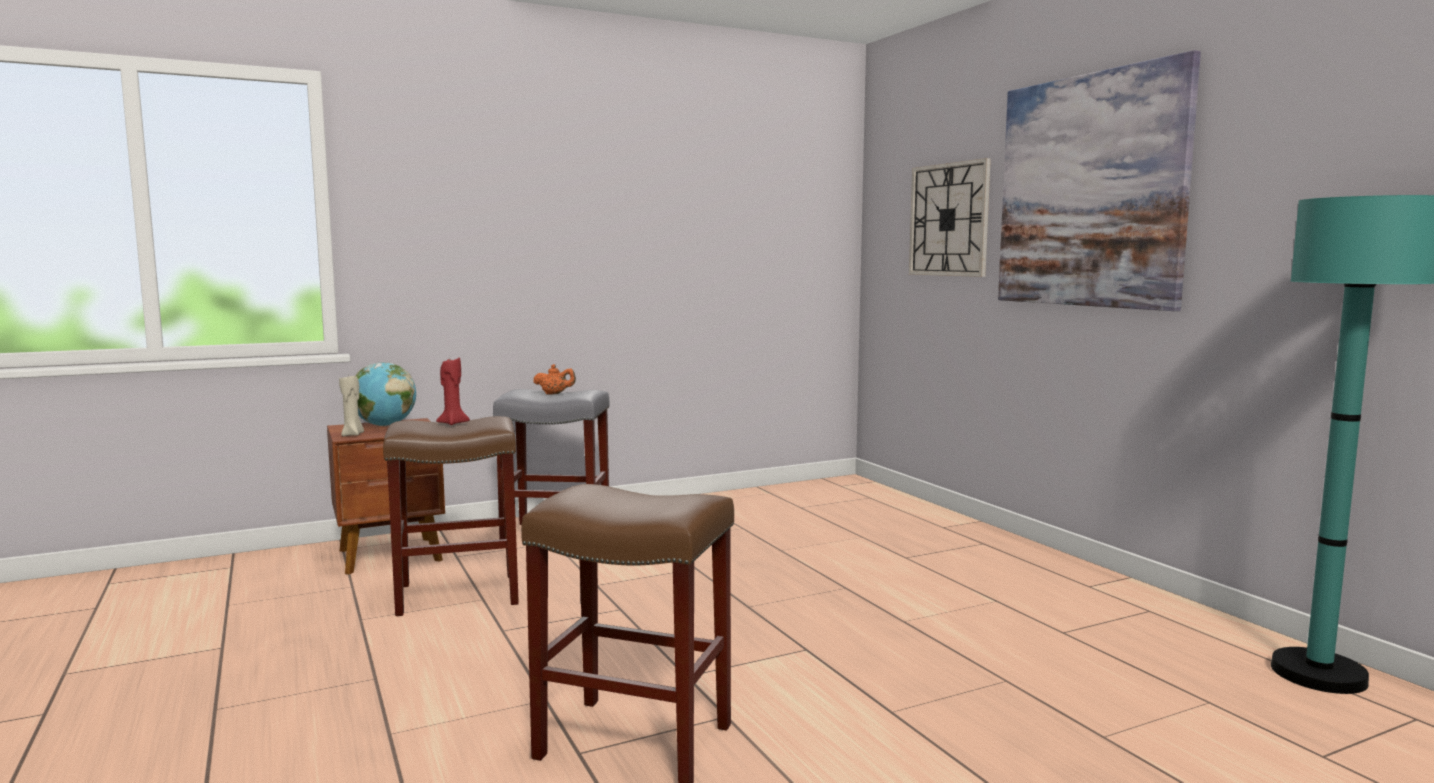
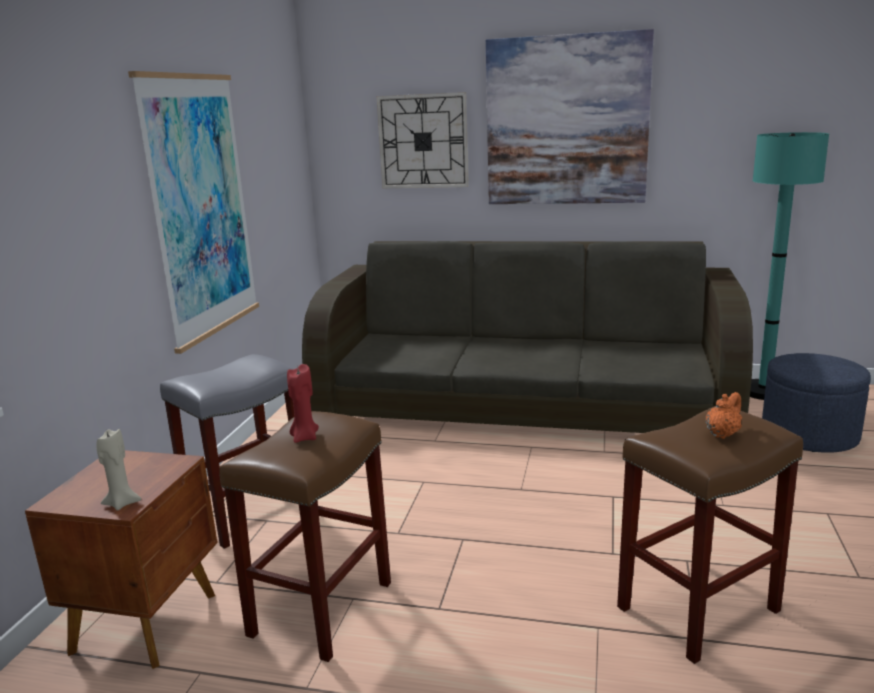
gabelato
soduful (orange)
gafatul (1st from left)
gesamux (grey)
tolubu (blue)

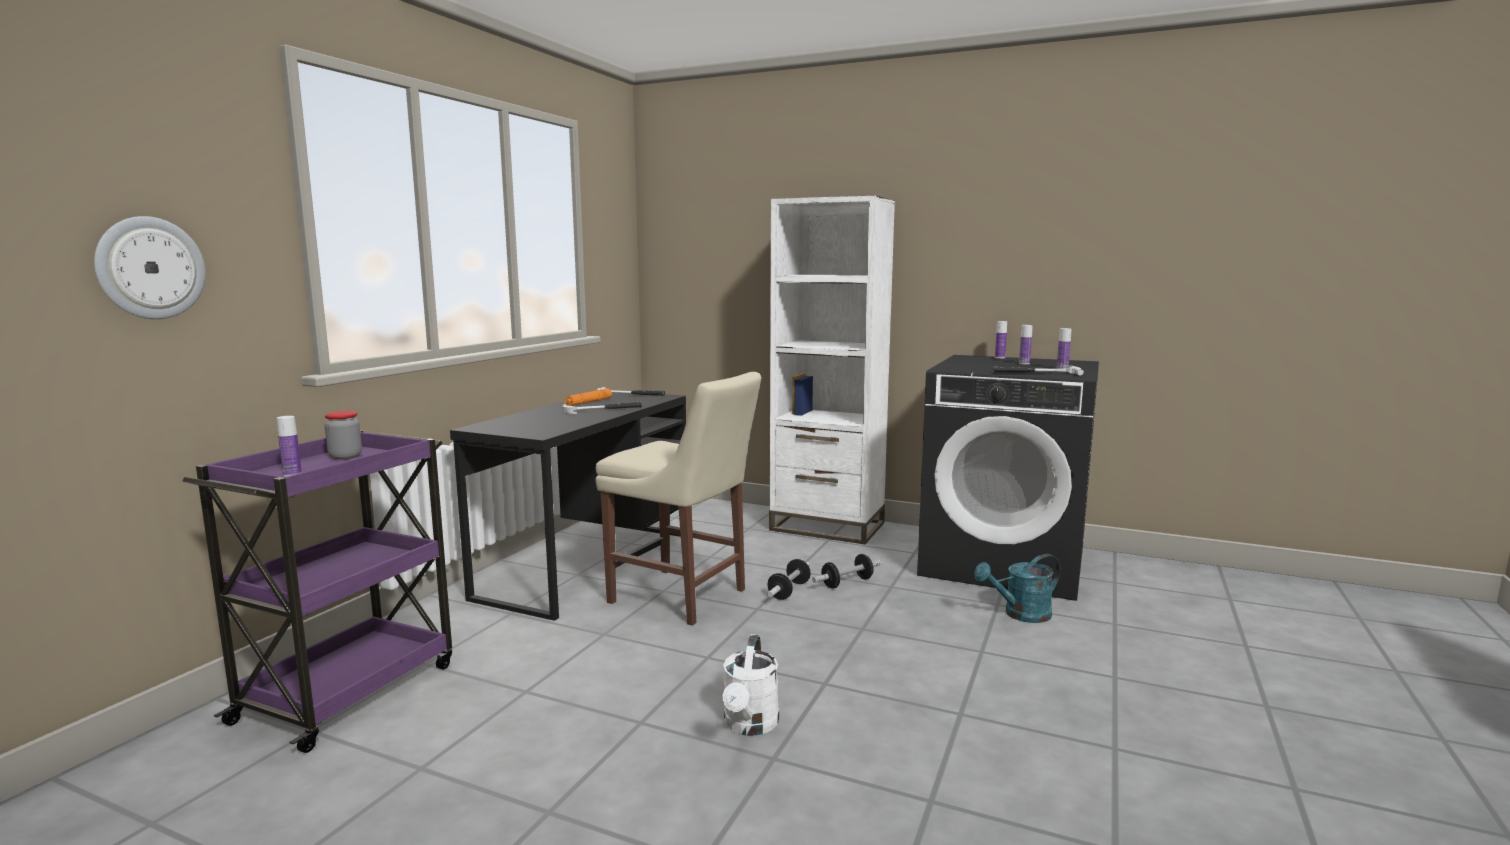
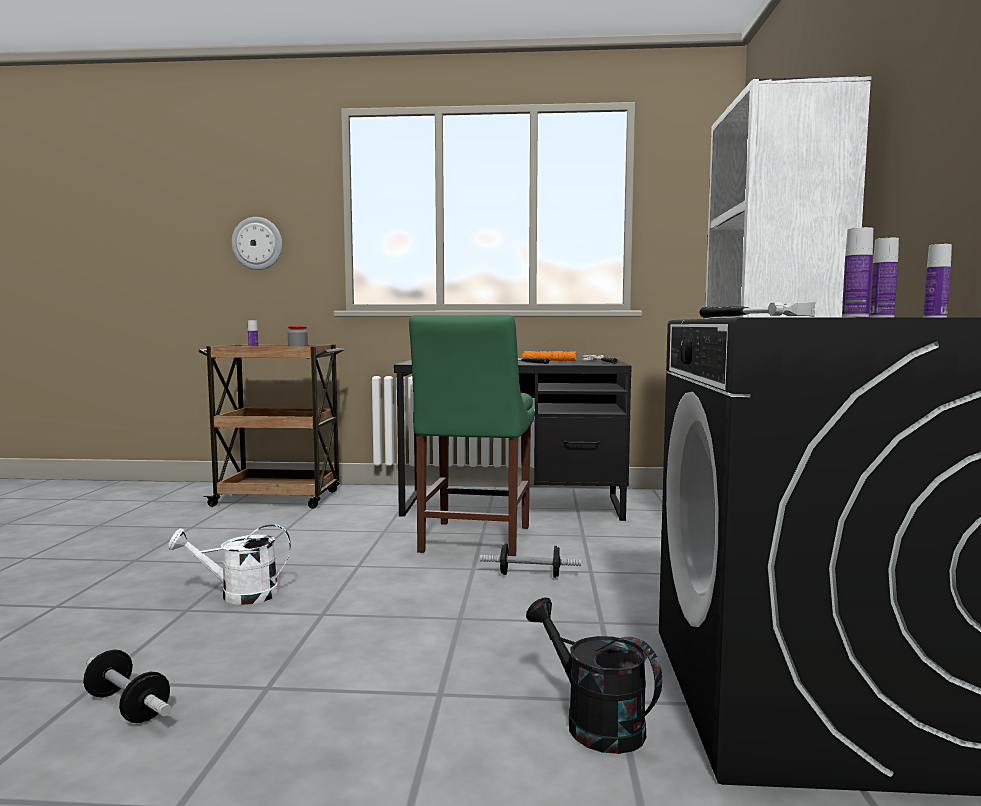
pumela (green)
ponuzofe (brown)
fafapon (1st from left)
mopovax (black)

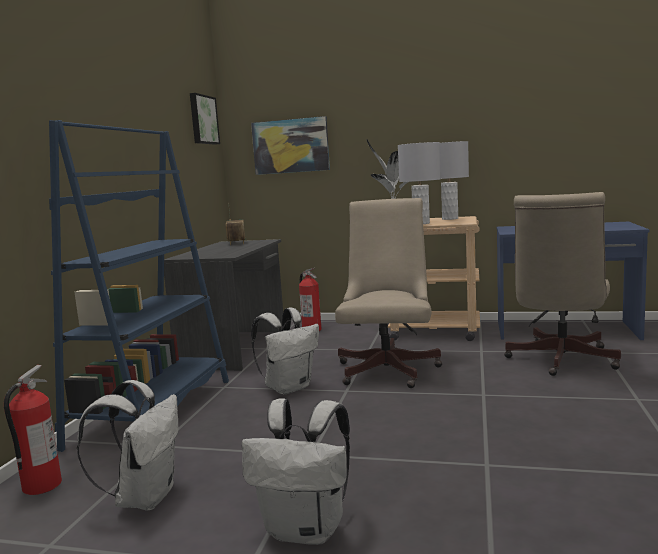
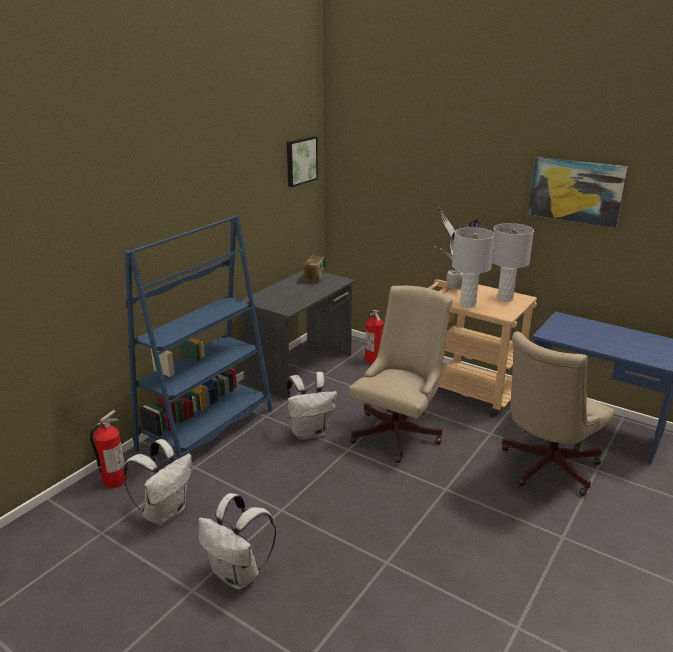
gafatul (2nd from left)

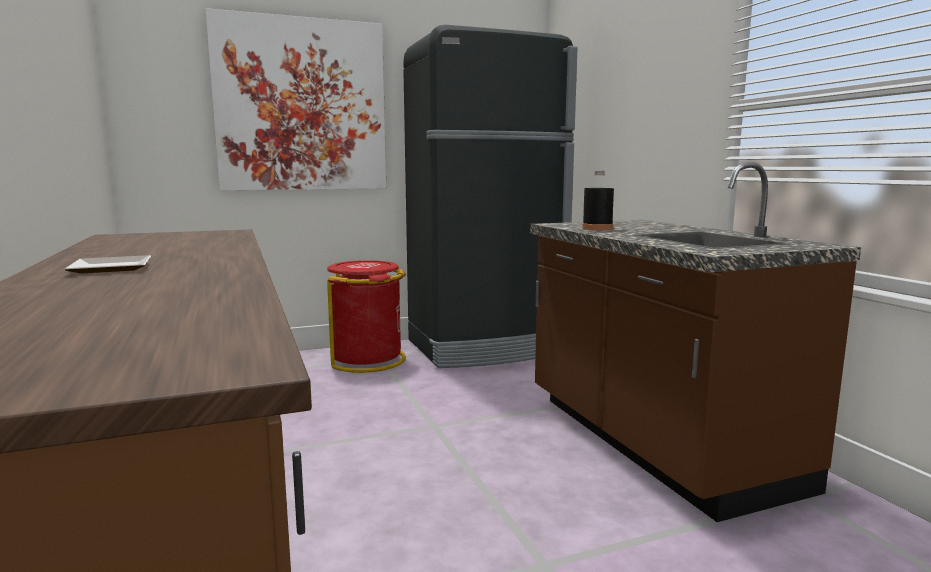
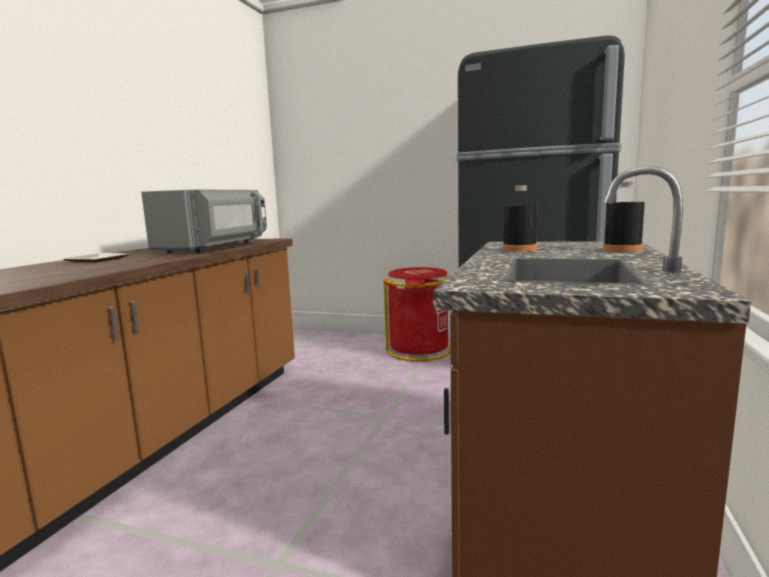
gafatul
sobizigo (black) (2nd from left)
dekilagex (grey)

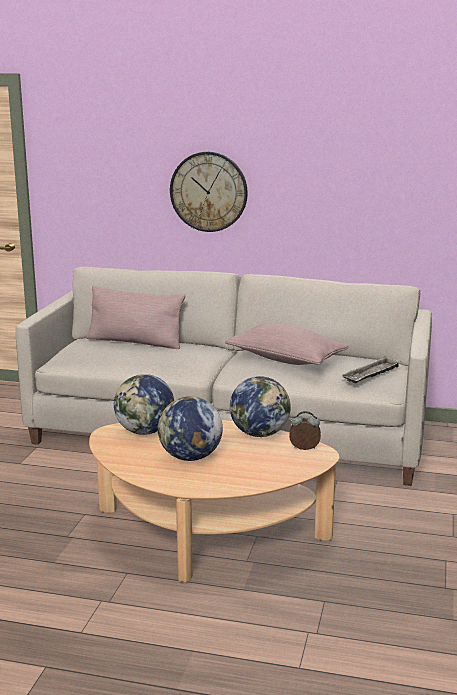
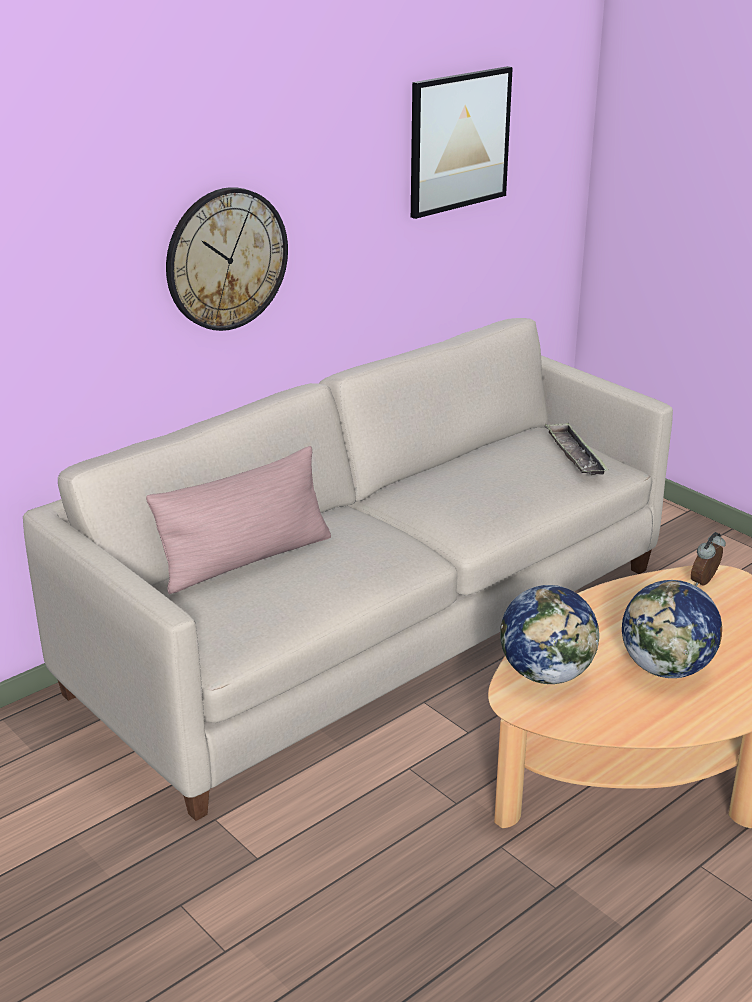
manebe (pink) (2nd from left in the first image)
gabelato (3rd from left in the first image)
gafatul

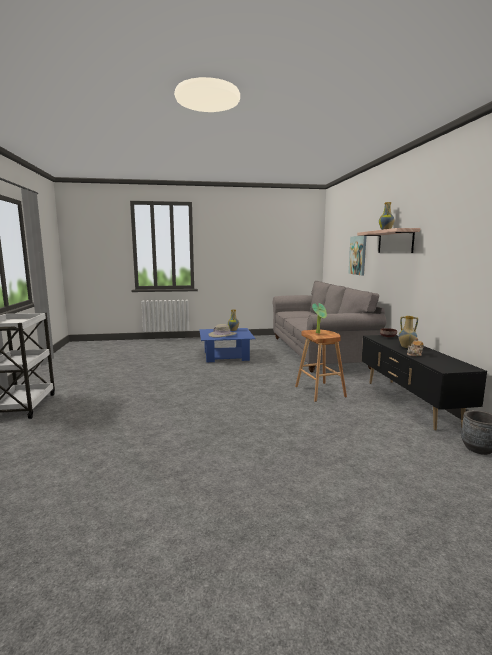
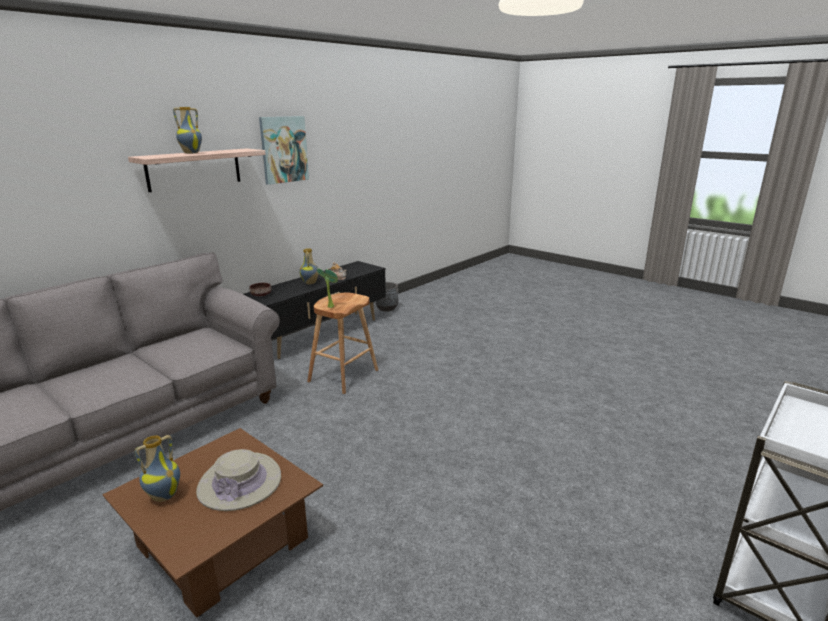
gafatul
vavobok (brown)

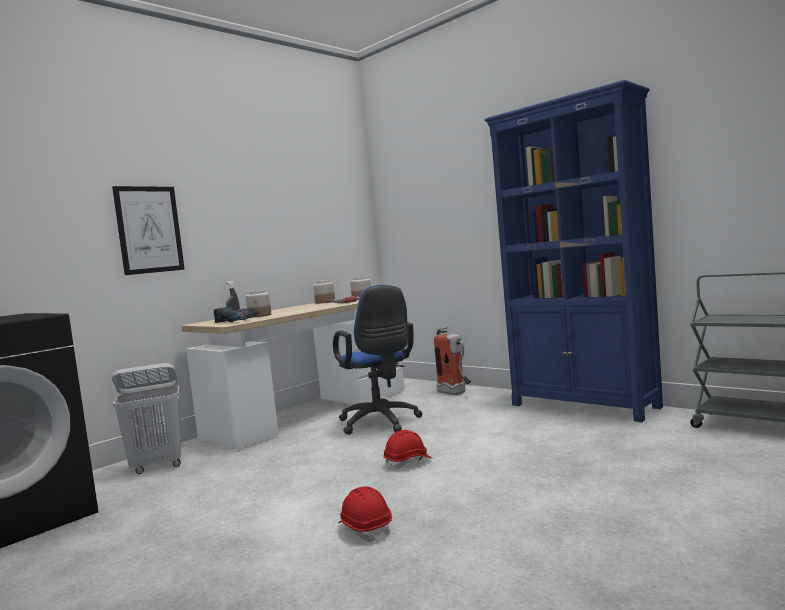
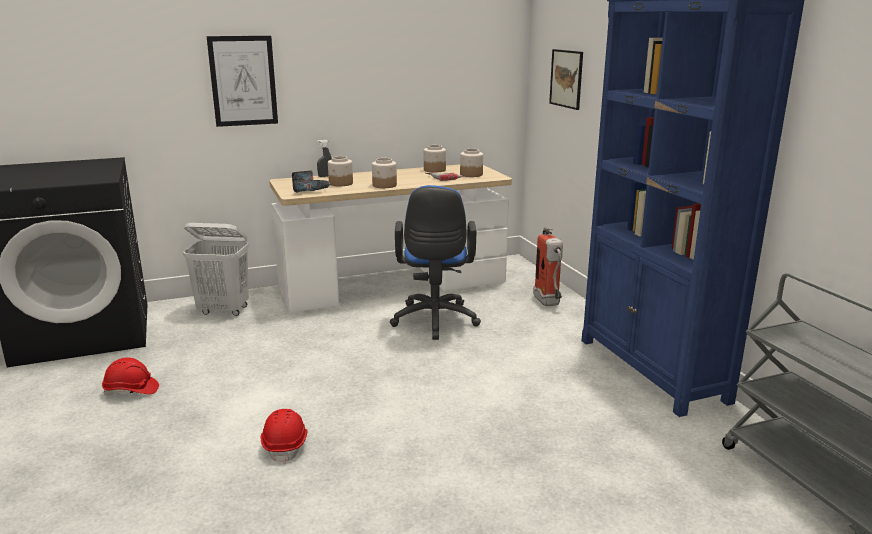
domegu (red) (1st from left)
gafatul (2nd from left)
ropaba (2nd from left)

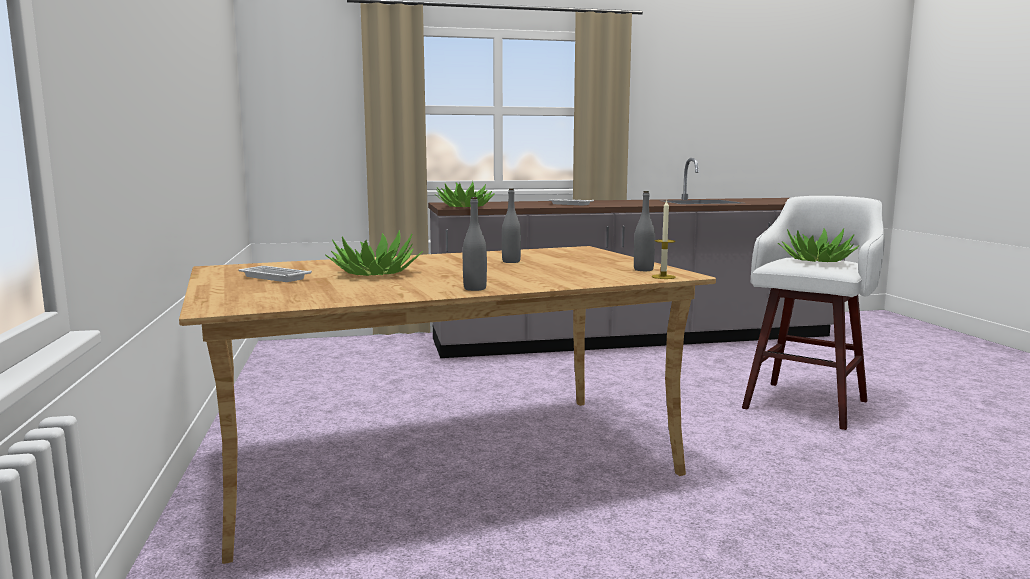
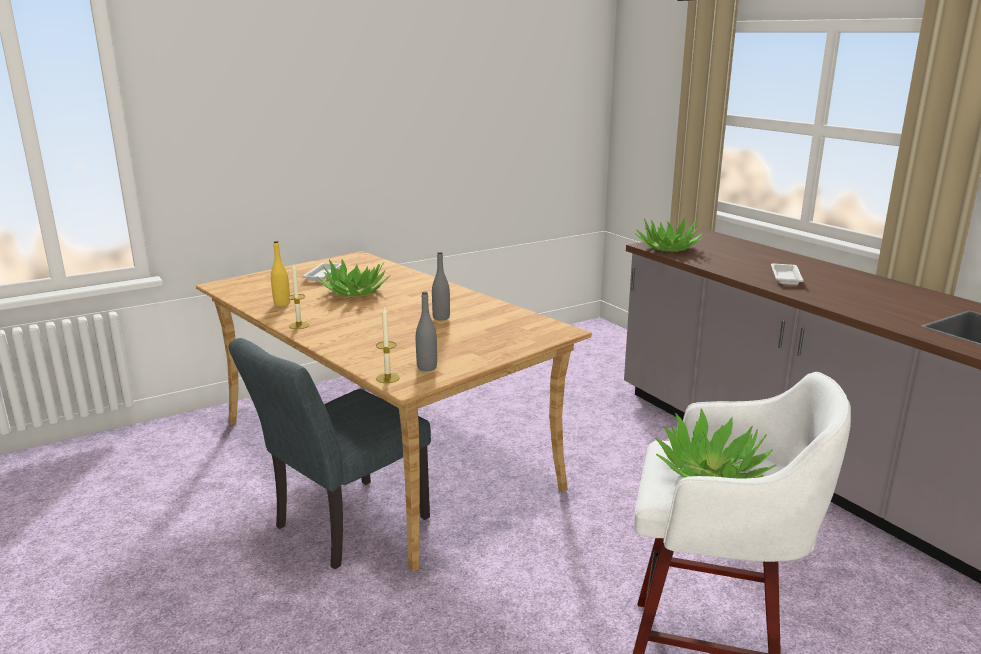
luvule (1st from left)
sobizigo (yellow)
pumela (grey)

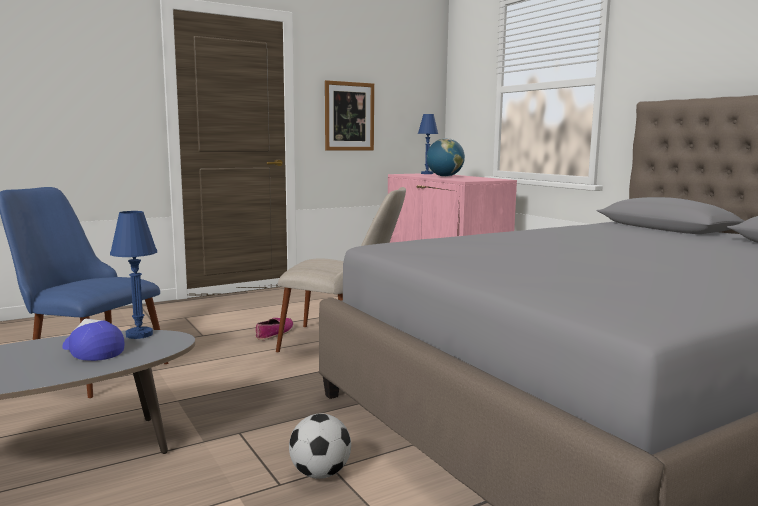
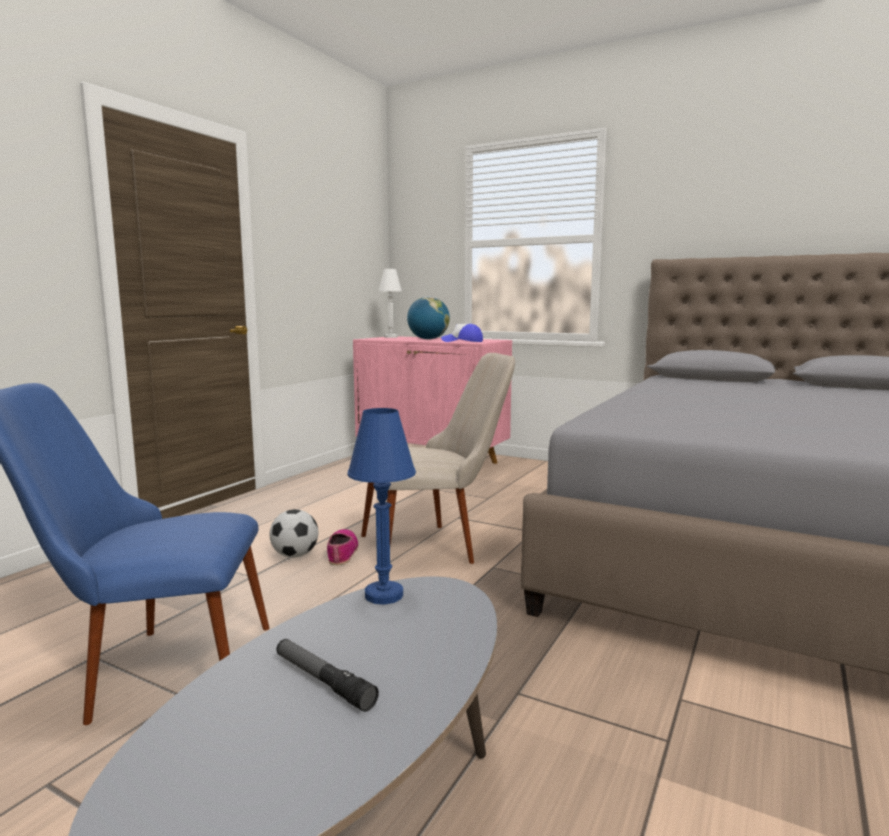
gafatul
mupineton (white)
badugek
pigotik
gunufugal

